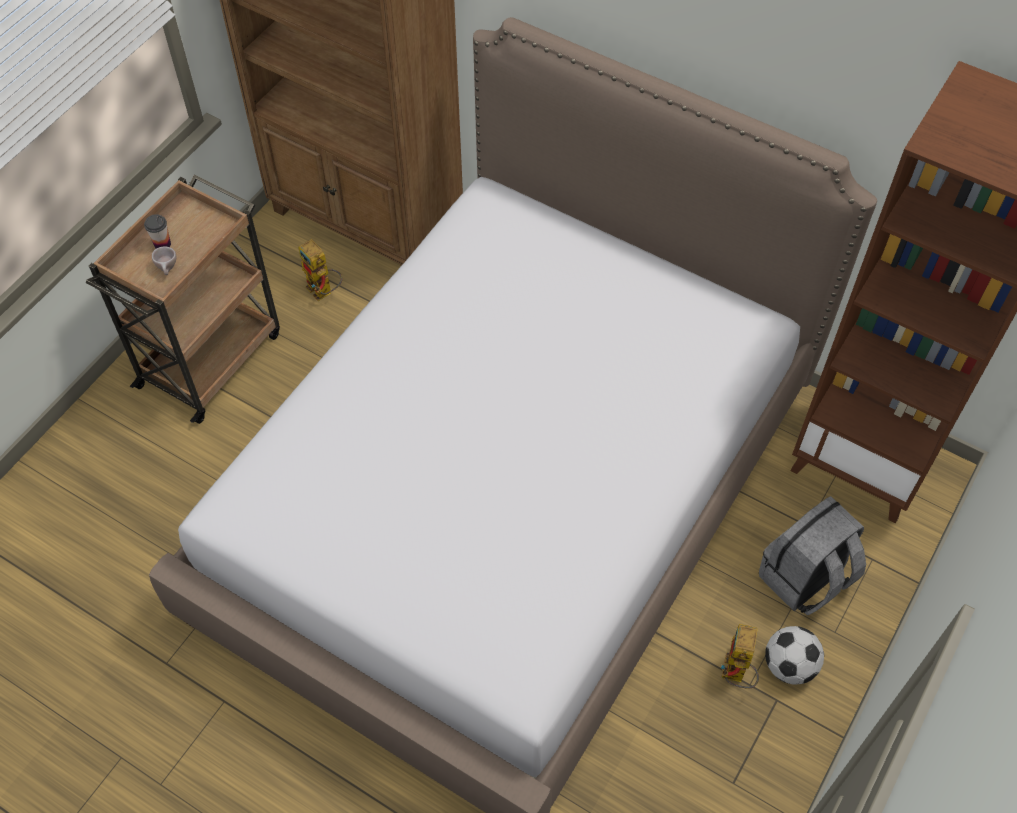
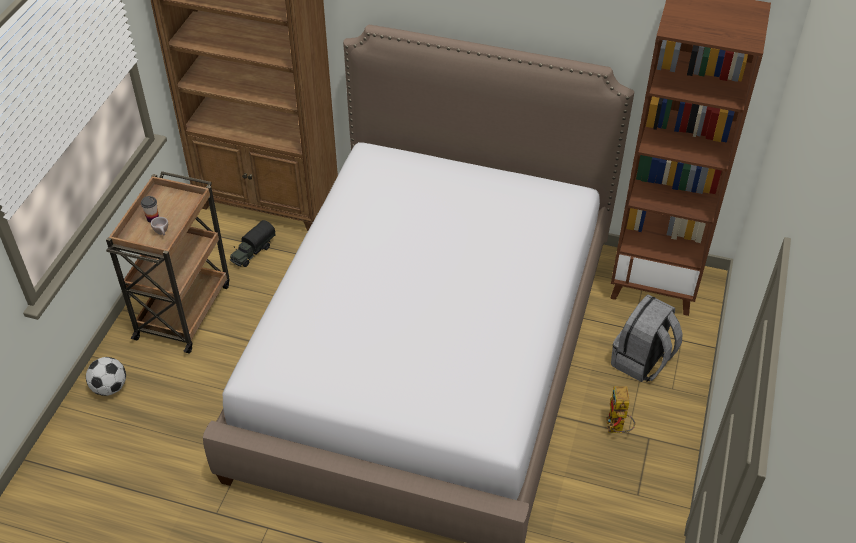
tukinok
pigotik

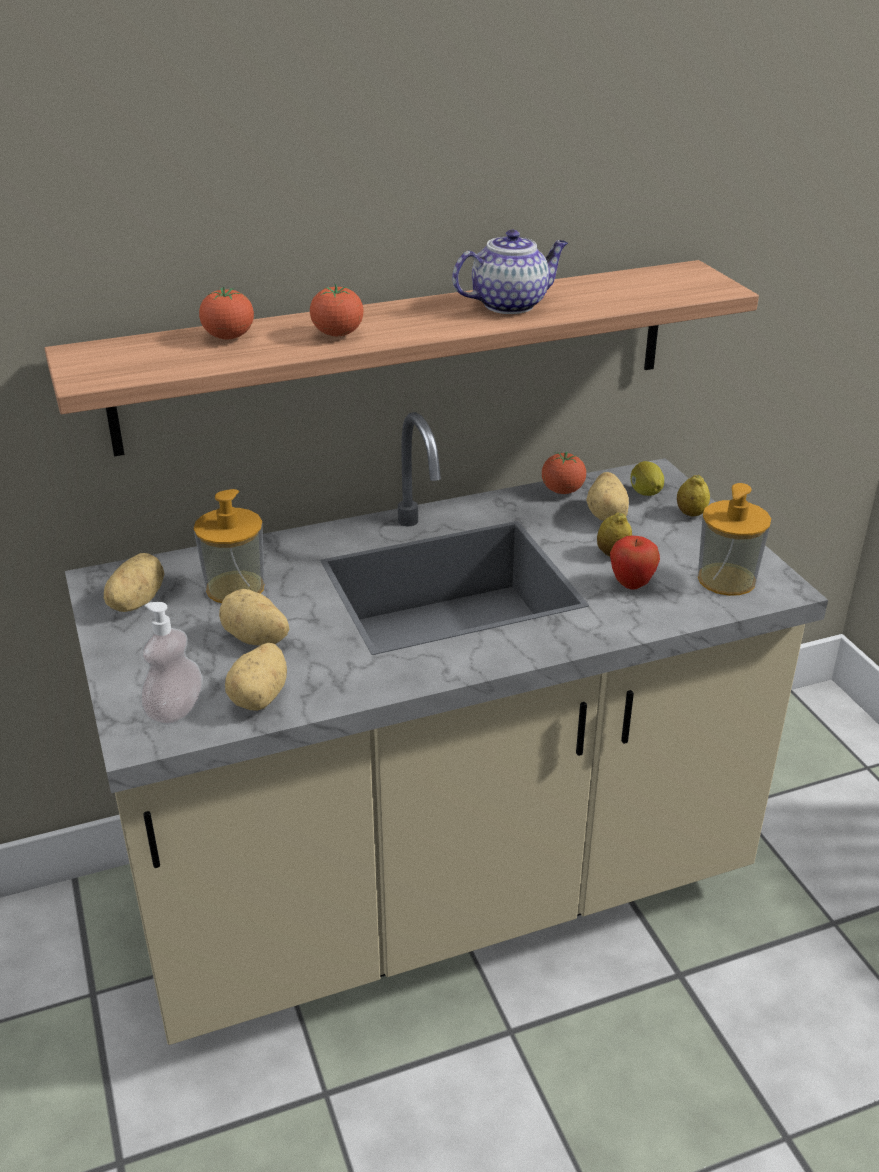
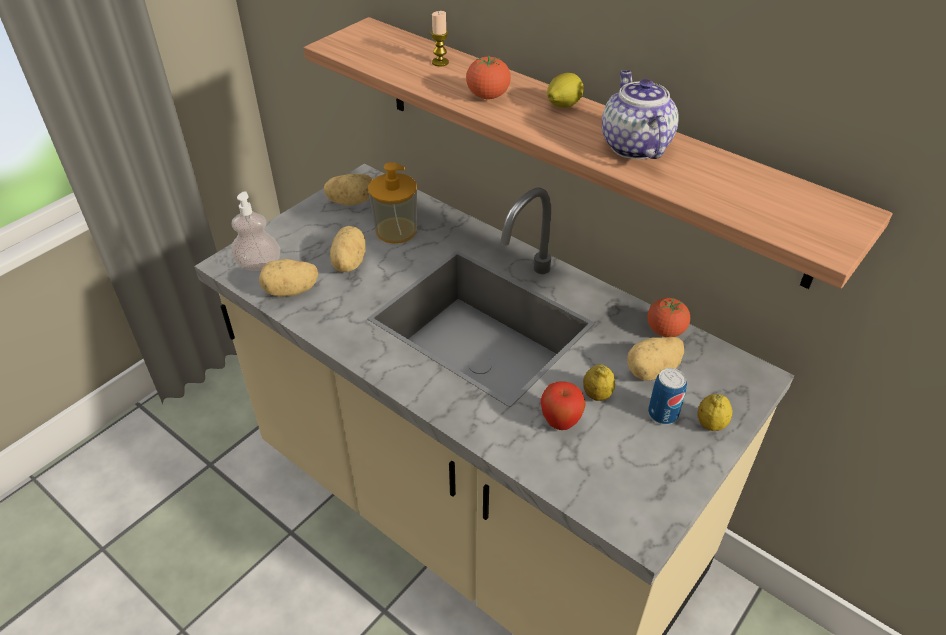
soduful
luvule
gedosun (1st from left)
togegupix (3rd from left in the first image)
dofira

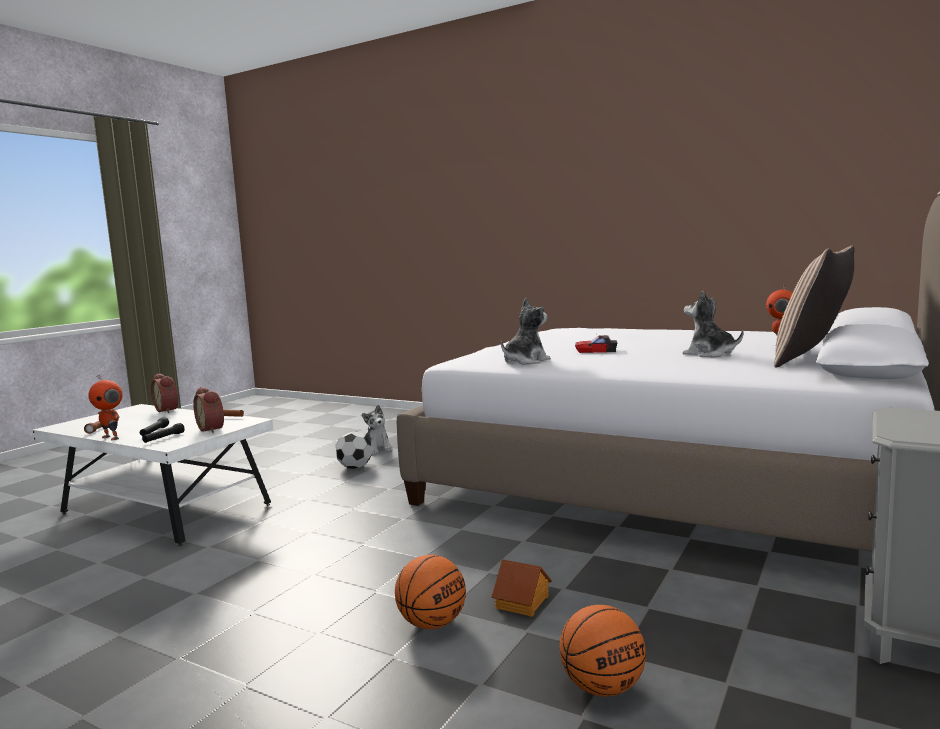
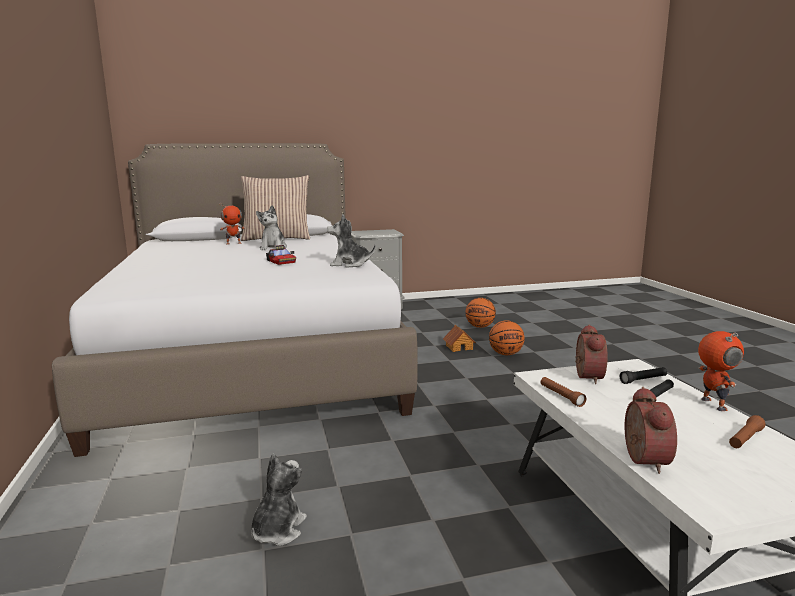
pigotik

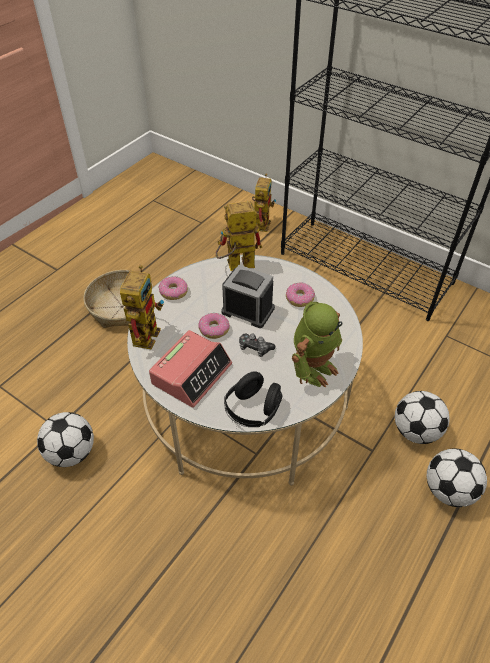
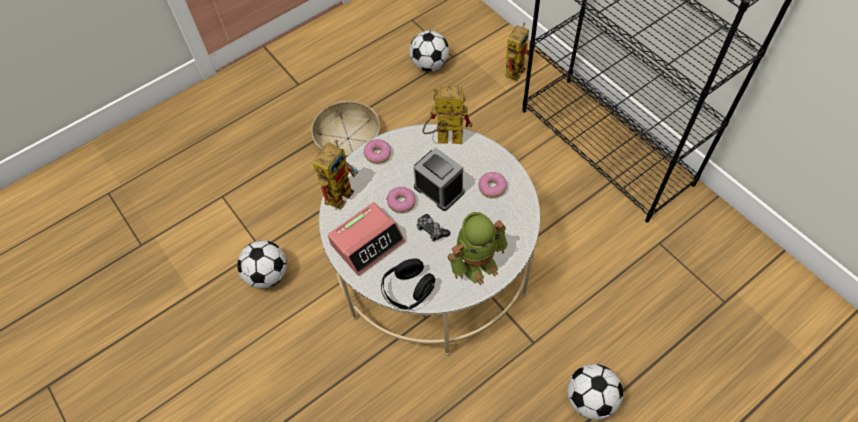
pigotik (2nd from left)

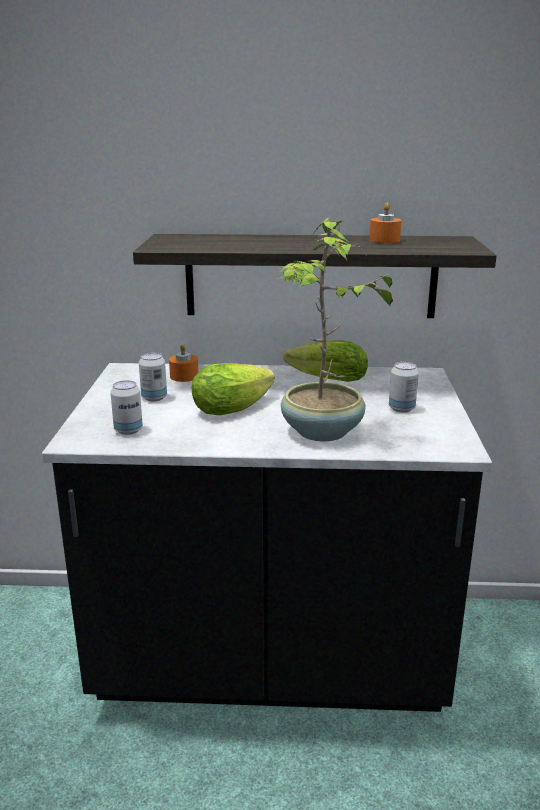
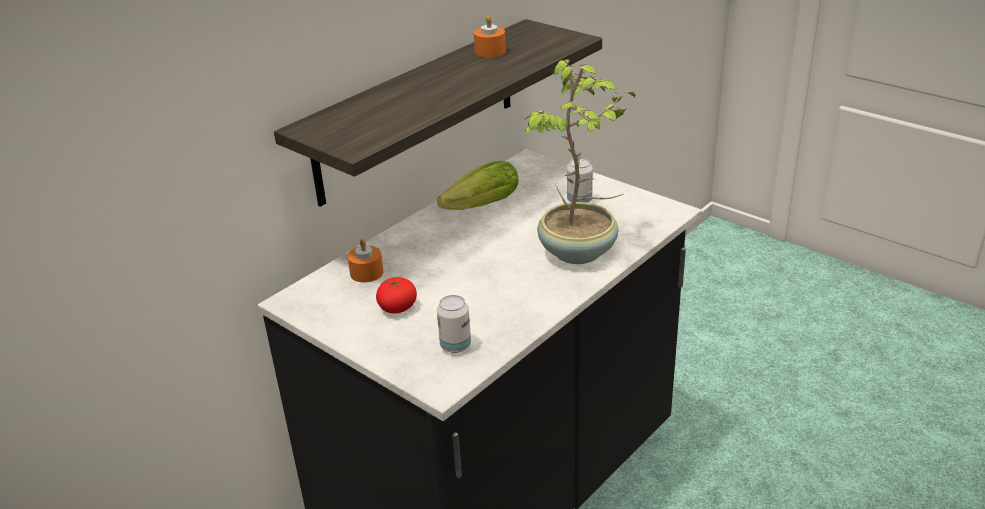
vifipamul
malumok (1st from left in the first image)

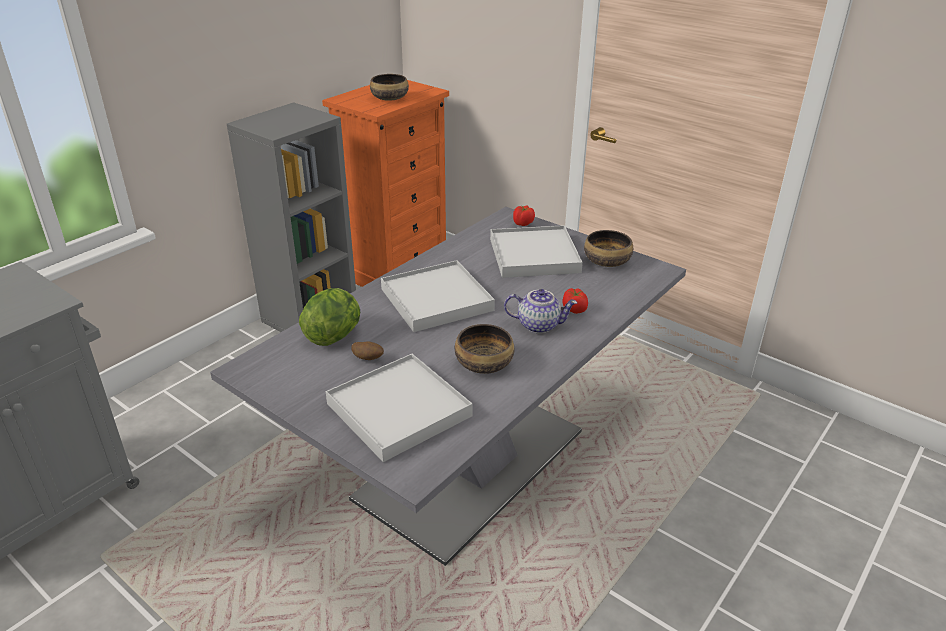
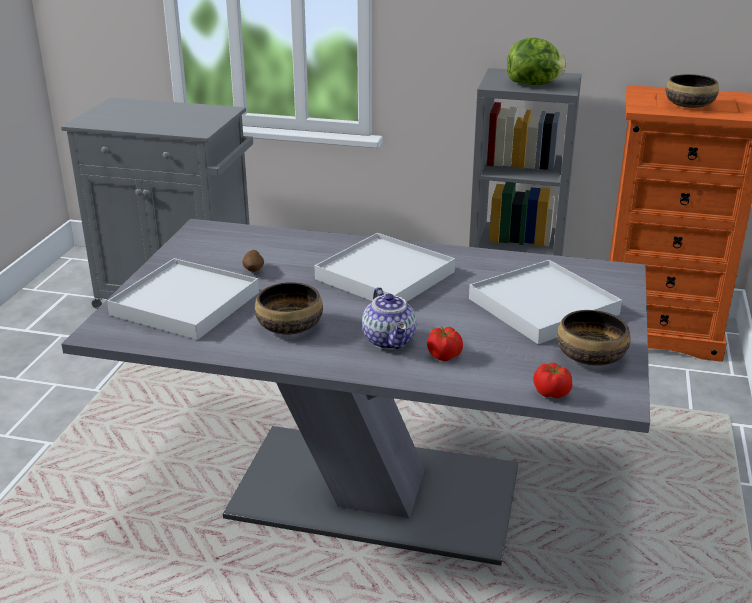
vifipamul (2nd from left)
malumok

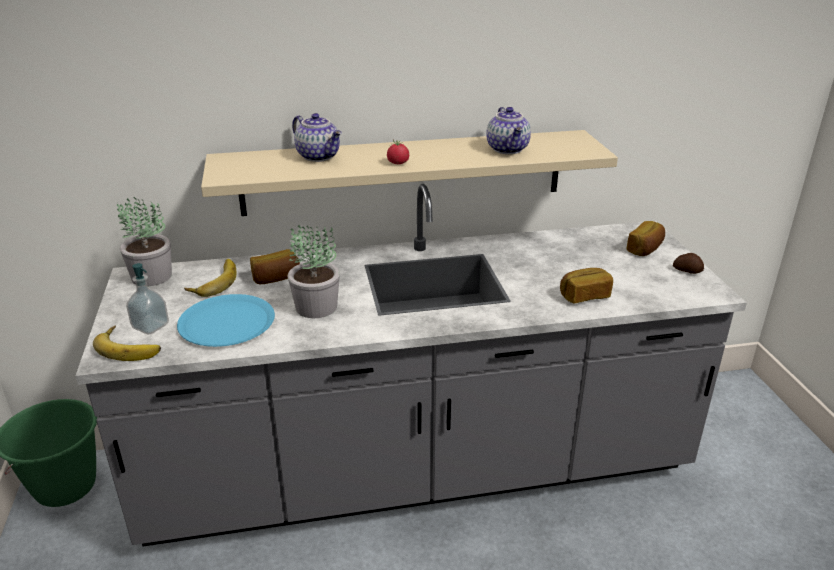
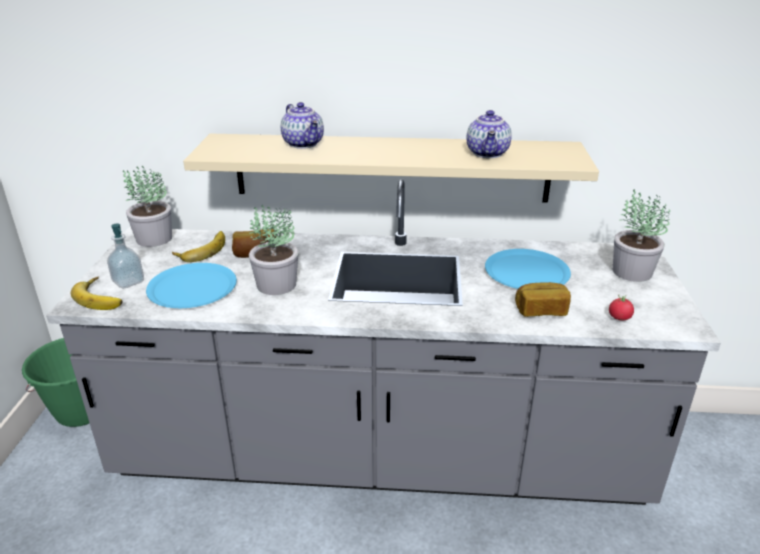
vifipamul
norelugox (3rd from left)
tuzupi
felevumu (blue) (2nd from left)

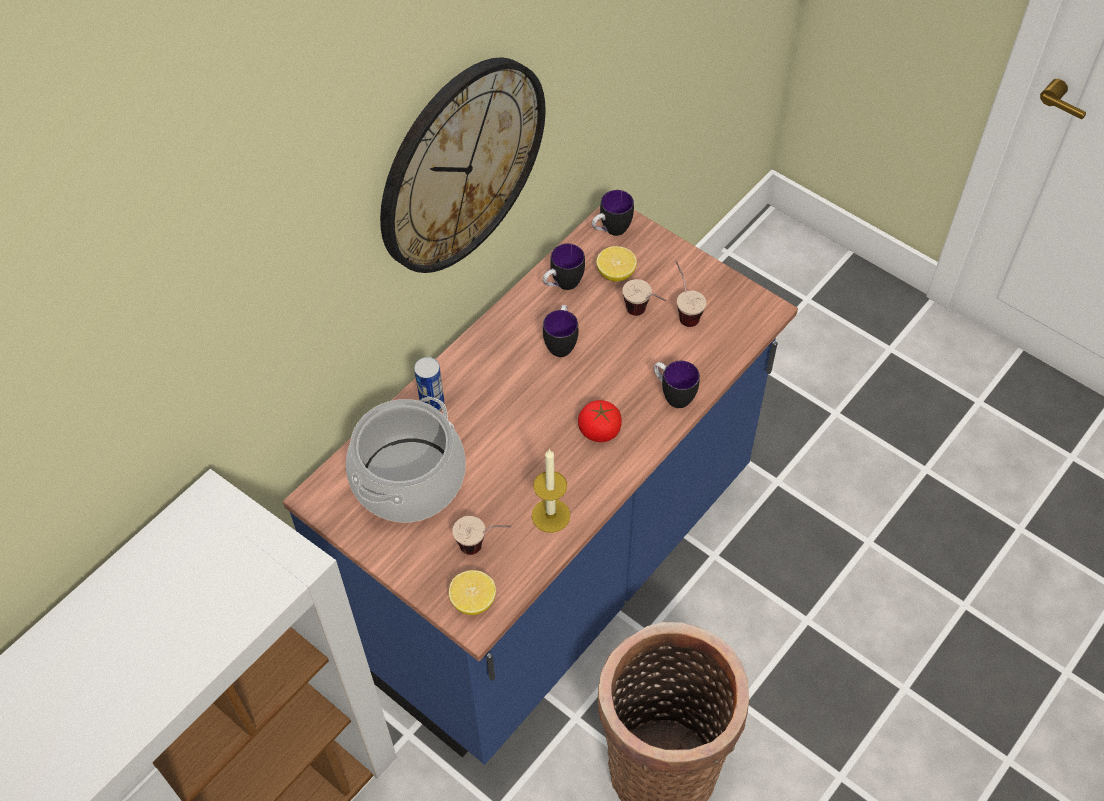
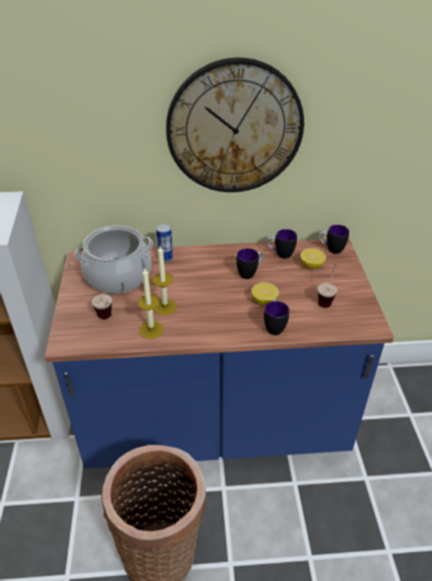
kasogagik (2nd from left in the first image)
vifipamul
gedosun (1st from left)
luvule (2nd from left)

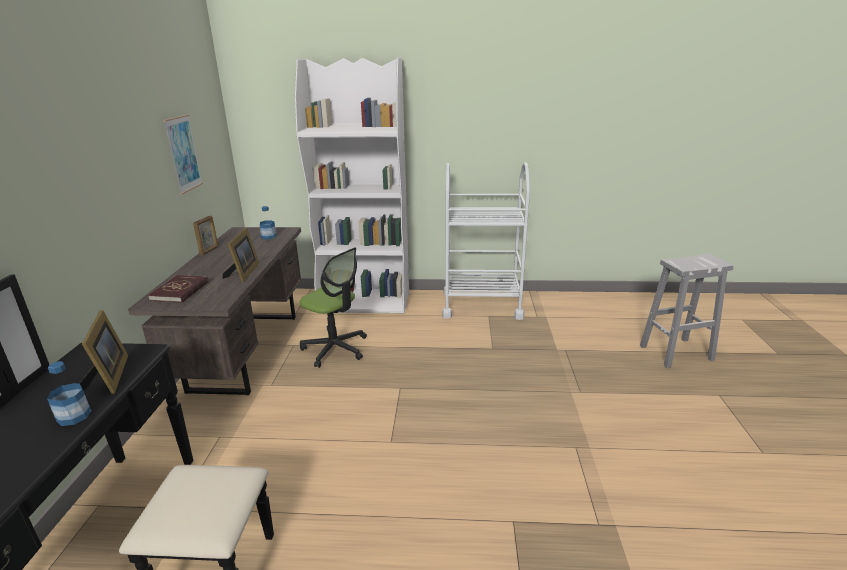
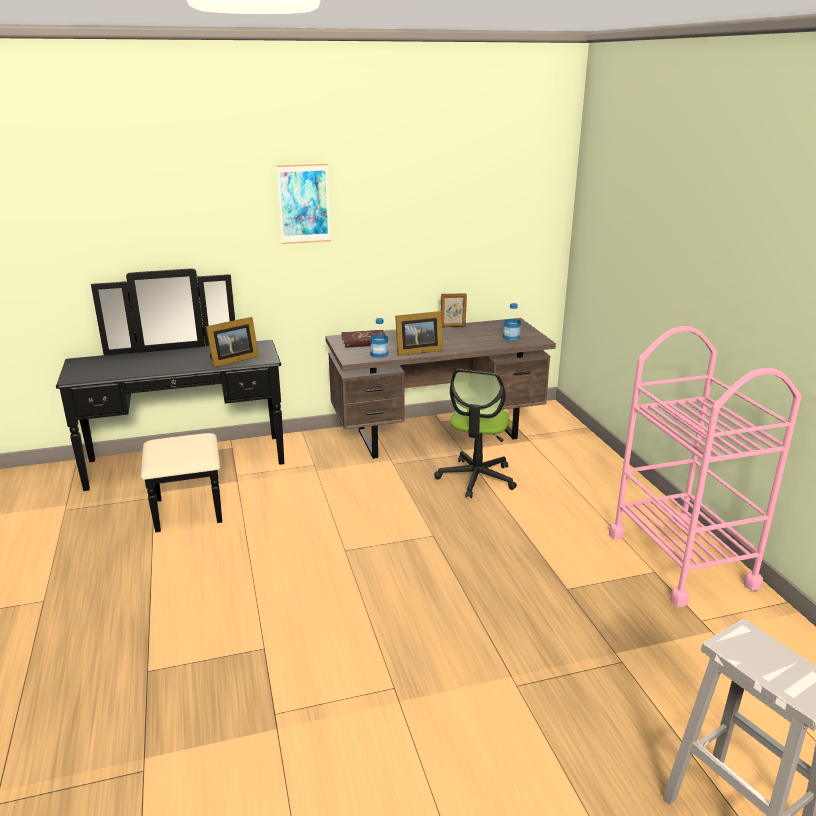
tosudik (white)
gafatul
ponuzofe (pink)
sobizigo (1st from left)

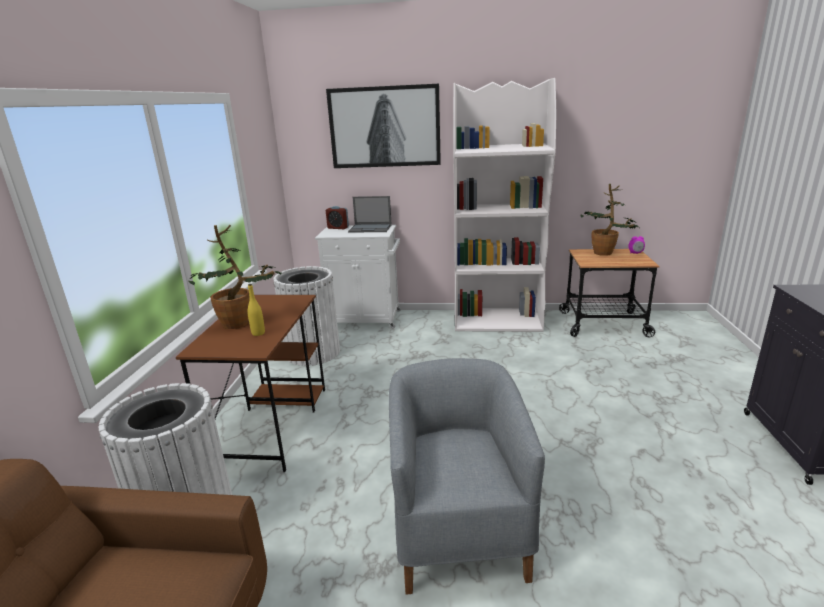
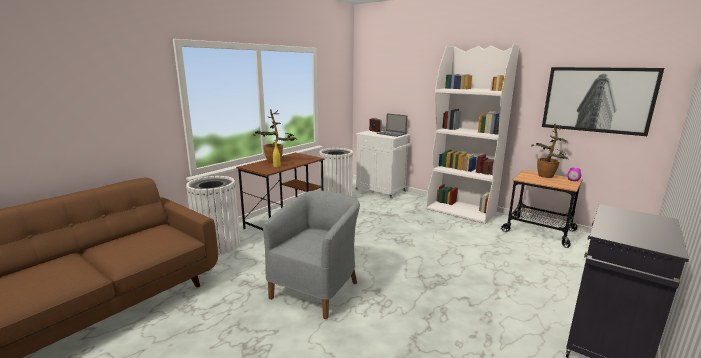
gafatul

